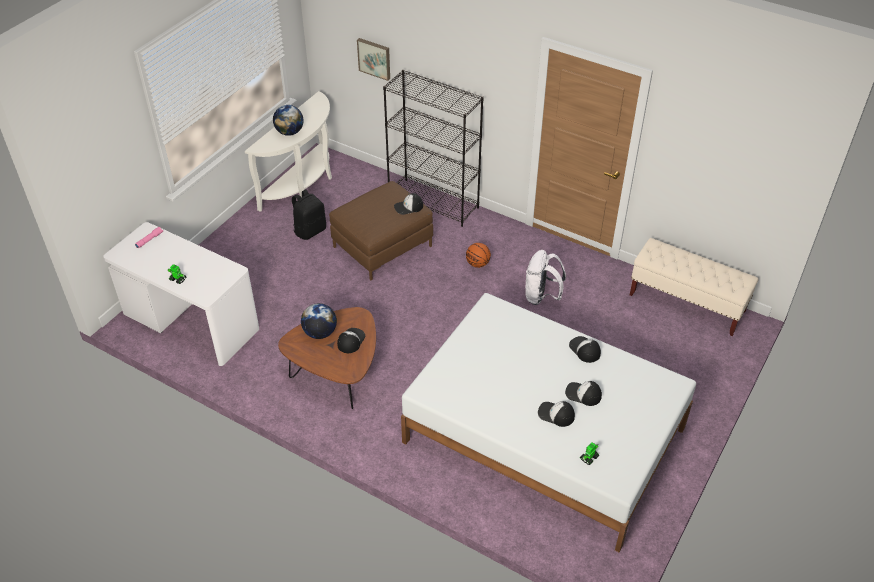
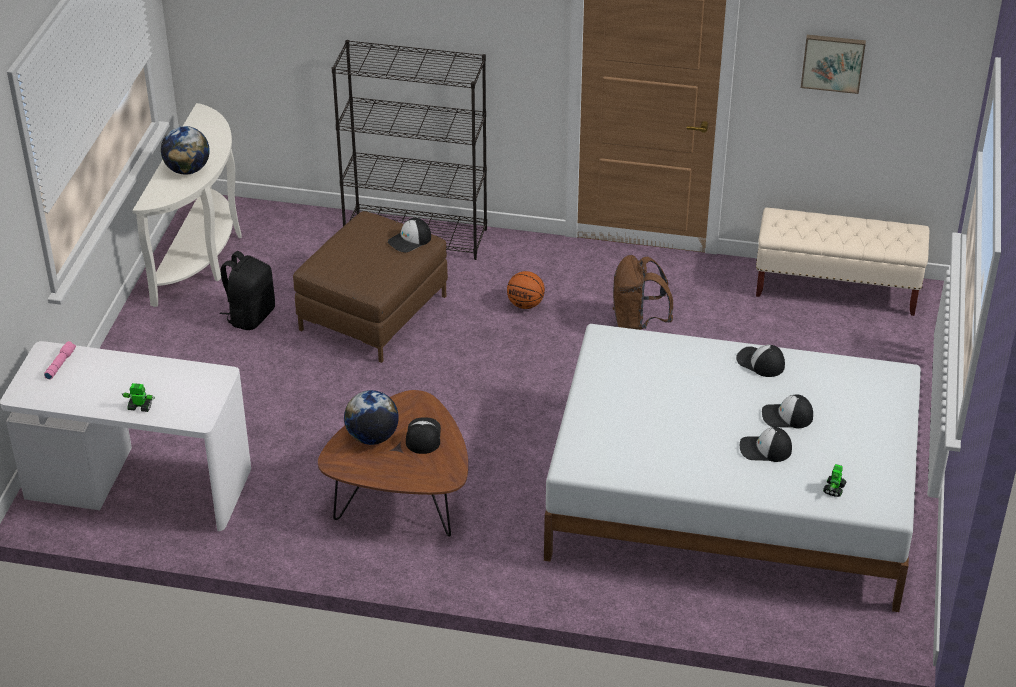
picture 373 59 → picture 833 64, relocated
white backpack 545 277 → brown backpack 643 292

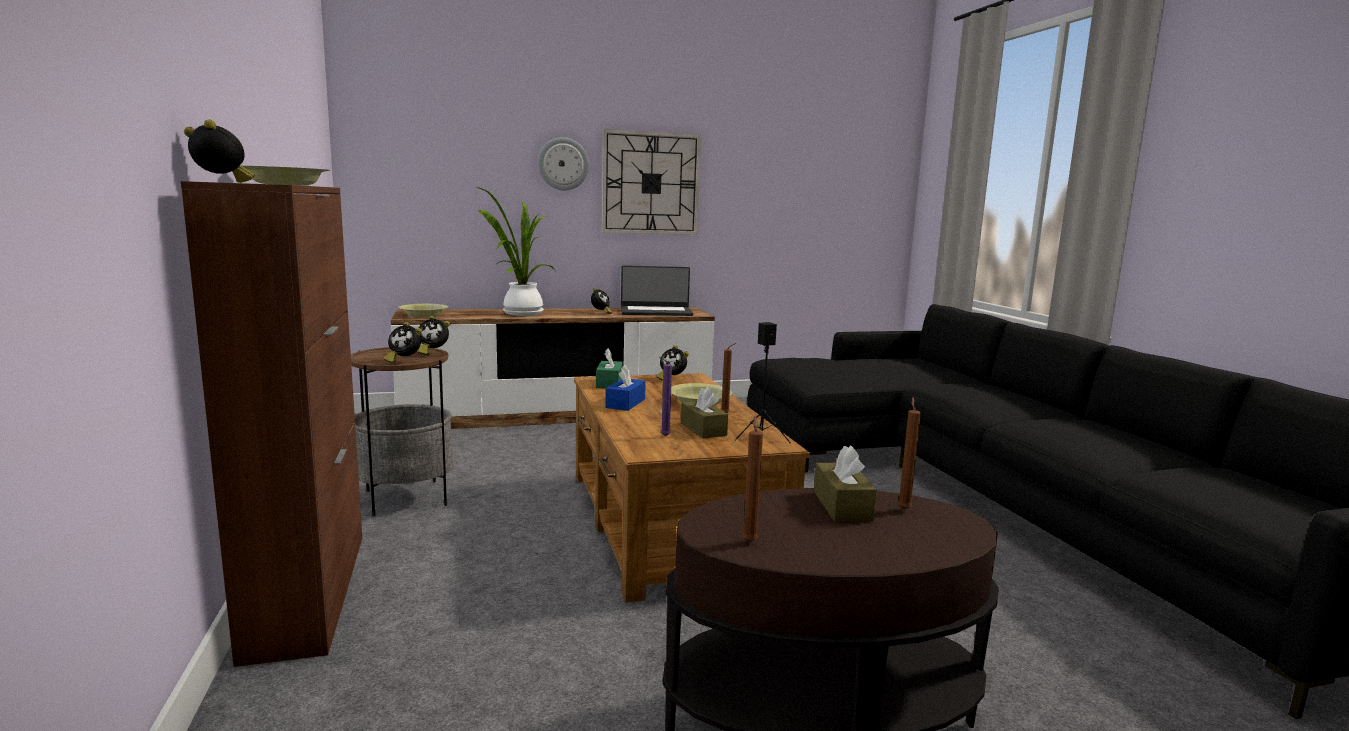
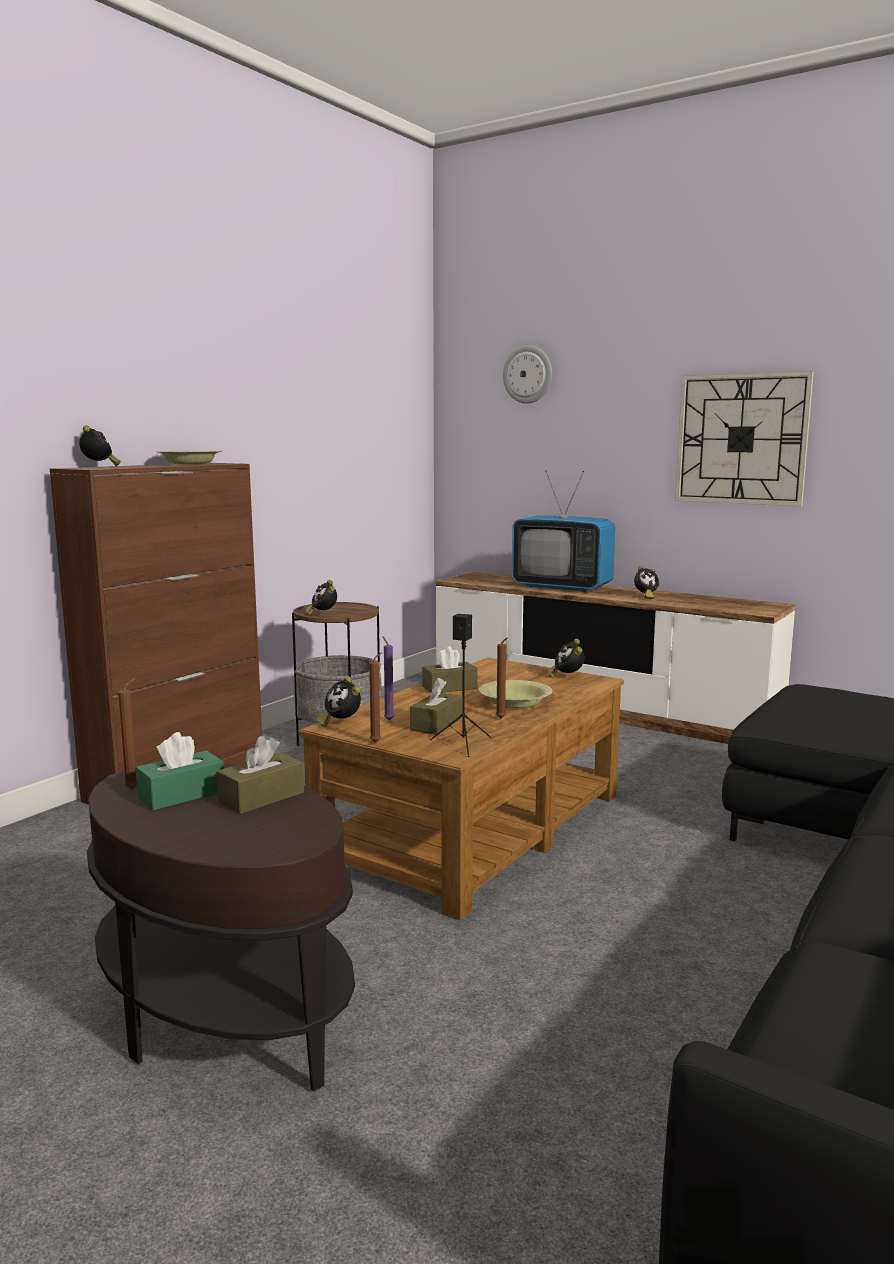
wall clock 563 163 → wall clock 527 374, relocated
potted plant 516 251 → television 563 531
laptop 657 290 → -
yellow bowl 423 310 → -
alarm clock 433 336 → alarm clock 339 701, relocated
green tissue box 609 368 → green tissue box 179 771, relocated
blue tissue box 625 388 → brown tissue box 450 669
brown candle 909 453 → brown candle 375 697, relocated

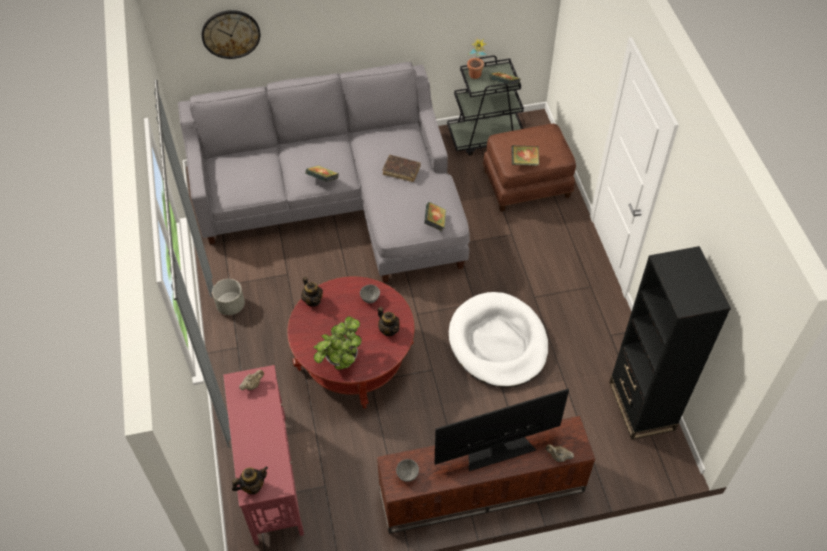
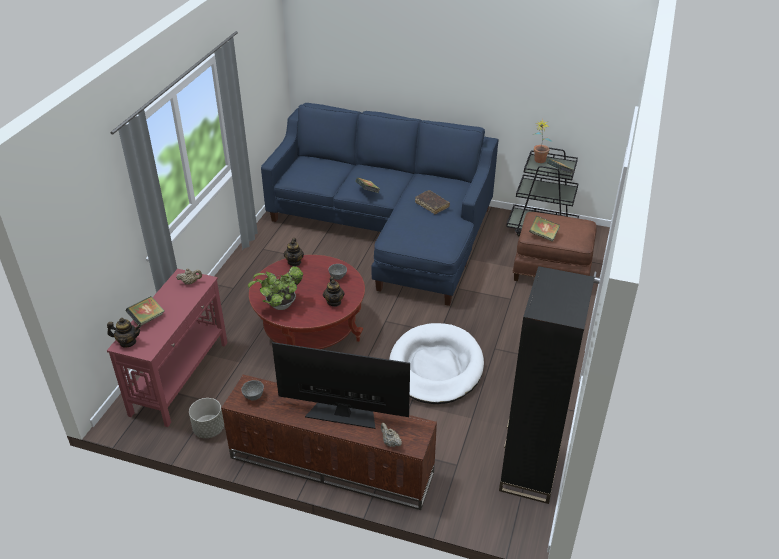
wall clock 231 34 → -
grey sofa 324 172 → blue sofa 379 204
book 435 216 → book 145 311, relocated
grey planter 228 297 → grey planter 206 418, relocated

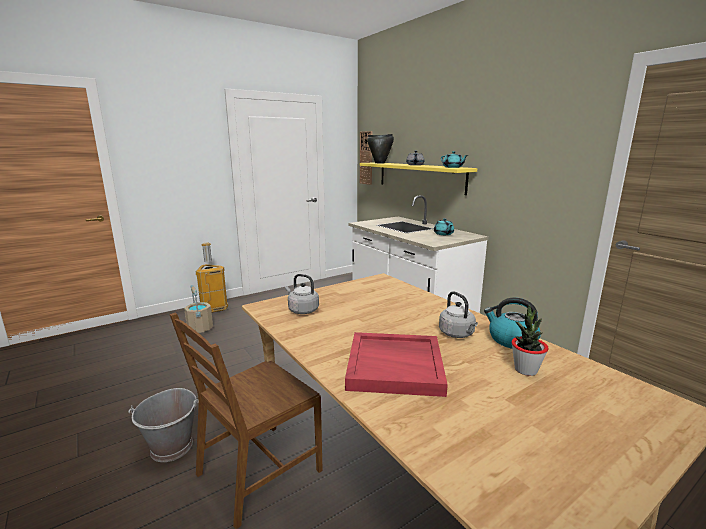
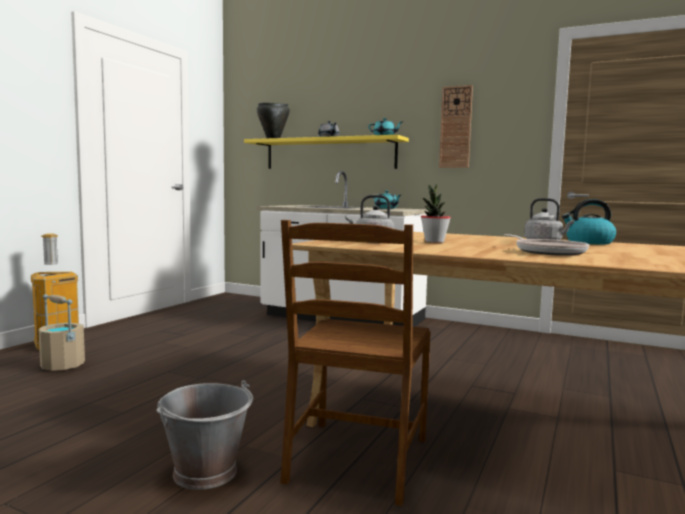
wall clock 366 158 → wall clock 456 126, relocated
potted plant 530 340 → potted plant 436 213, relocated
red tray 396 364 → frying pan 546 245

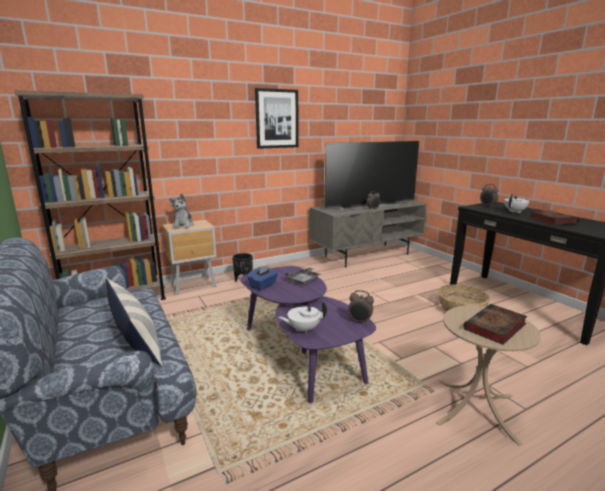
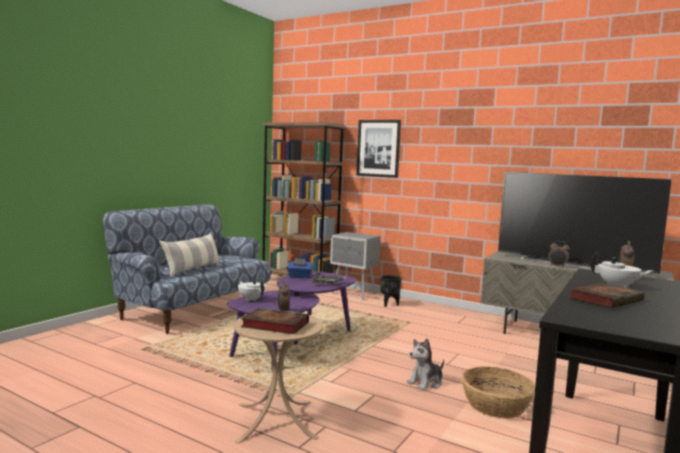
picture 276 118 → picture 378 149, relocated
plush toy 181 211 → plush toy 425 364, relocated
brown nightstand 189 257 → grey nightstand 355 266

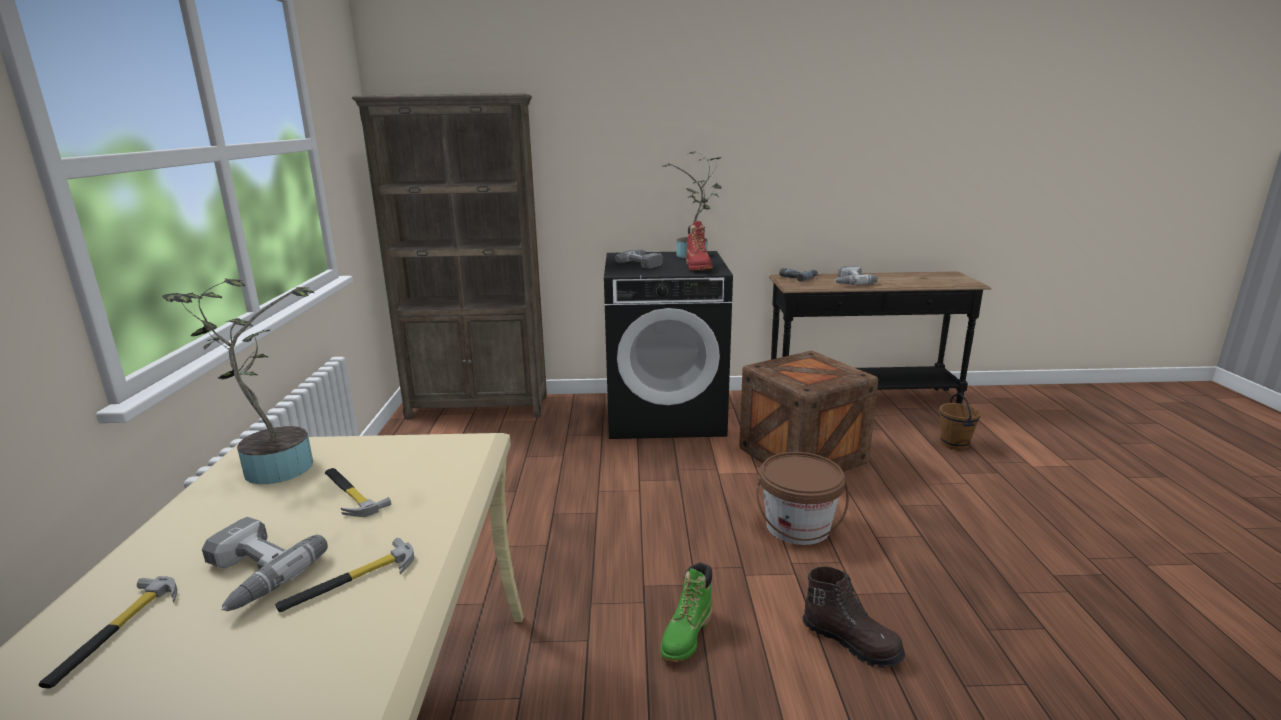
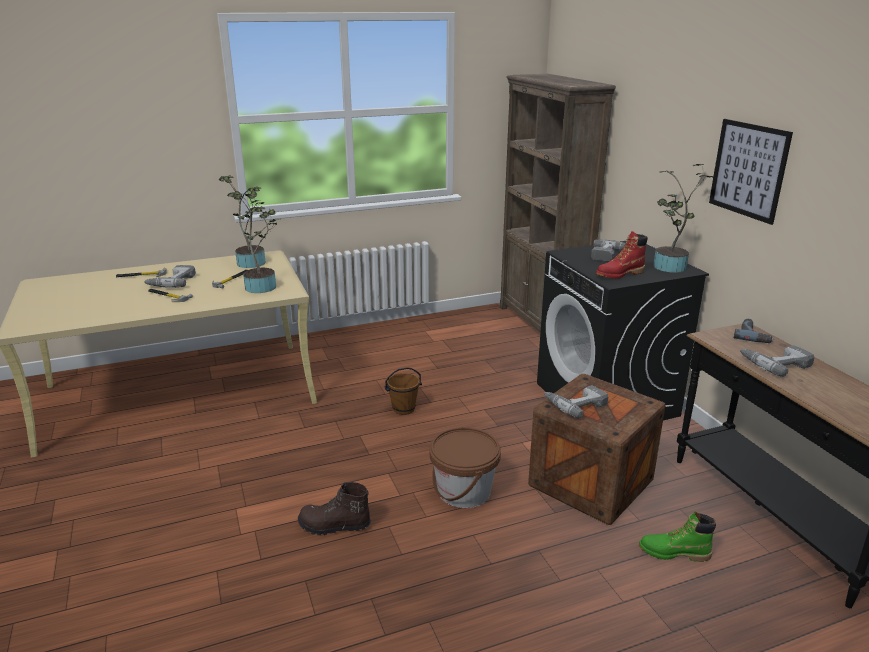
brown bucket 960 421 → brown bucket 403 391, relocated
green boot 686 612 → green boot 677 536, relocated
brown boot 854 617 → brown boot 334 508, 75 degrees clockwise
- → picture 751 172
- → potted plant 252 242
- → power drill 576 402

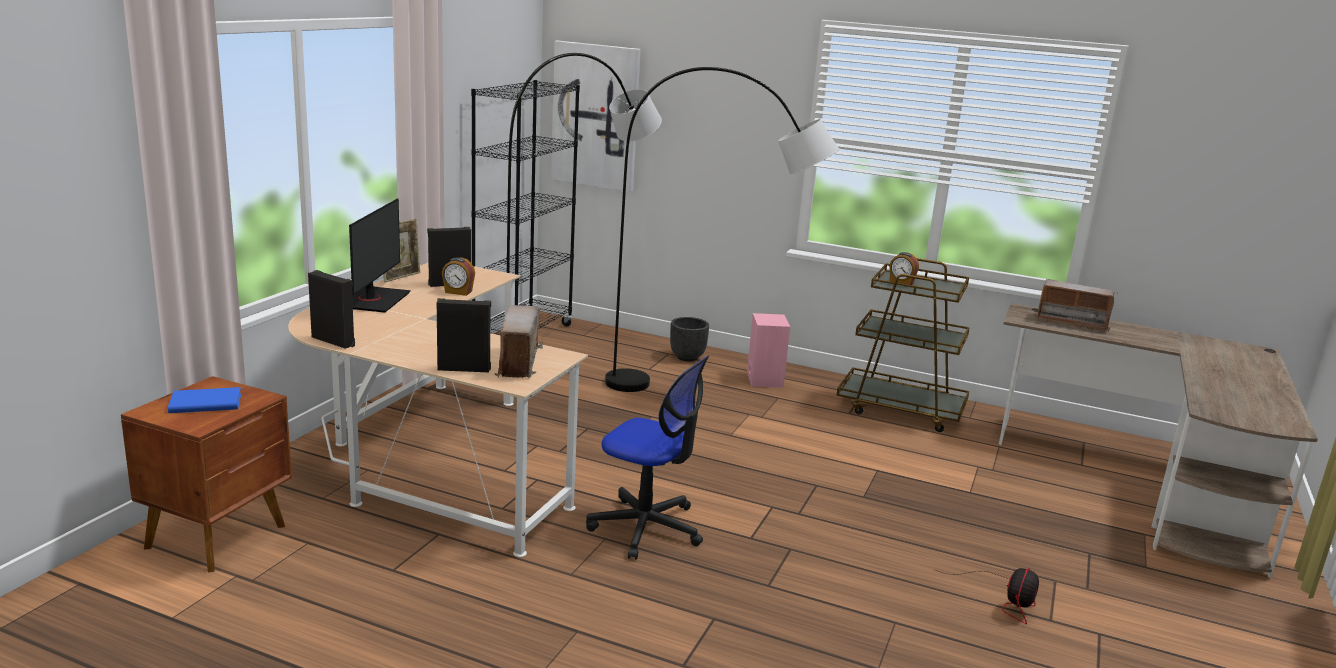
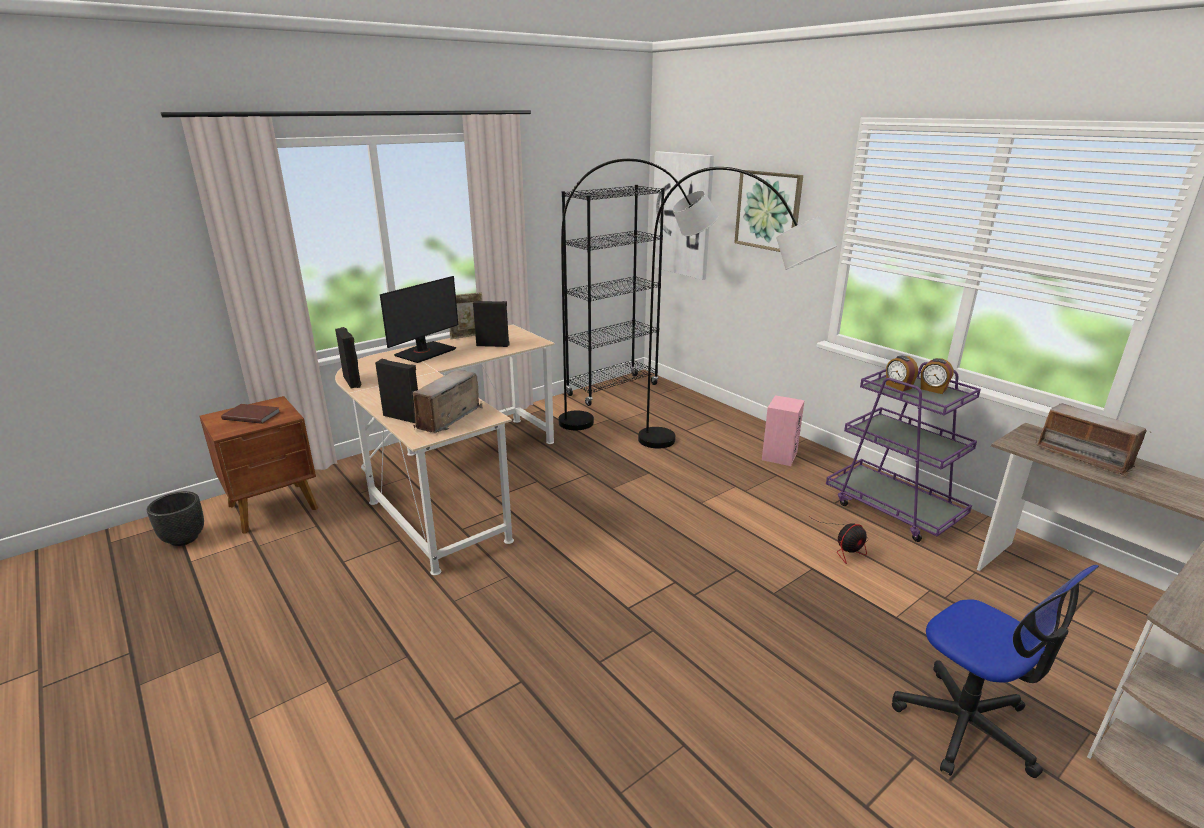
alarm clock 458 276 → alarm clock 937 376, relocated
brown cart 903 345 → purple cart 903 452
black planter 689 339 → black planter 175 518, relocated
office chair 647 457 → office chair 995 671, relocated
blue book 204 400 → brown book 250 414
fan 987 596 → fan 839 540, relocated
- → picture 768 211

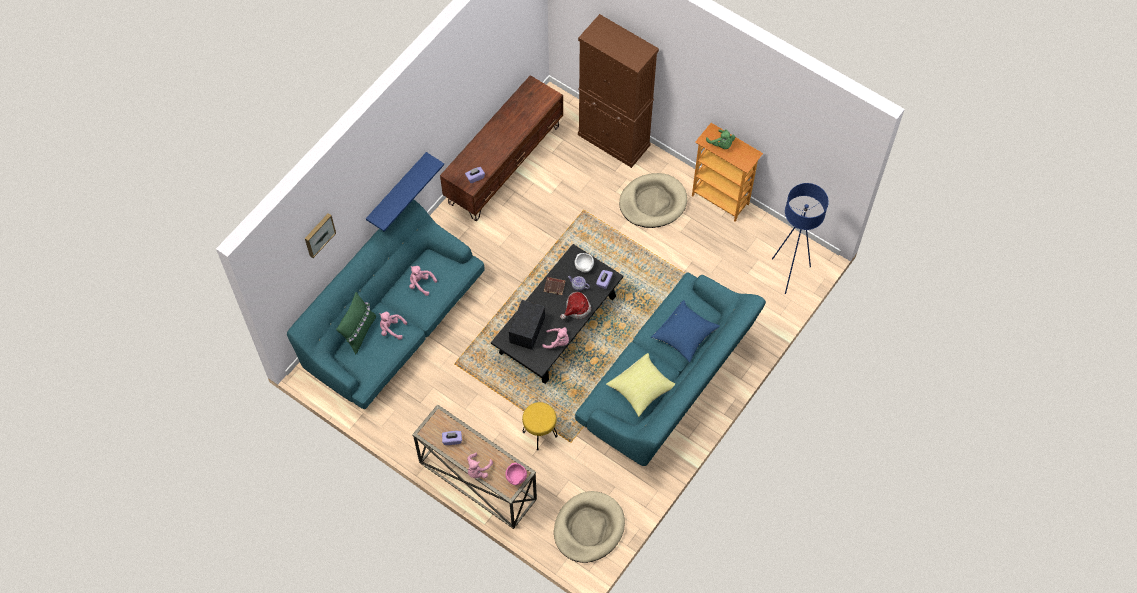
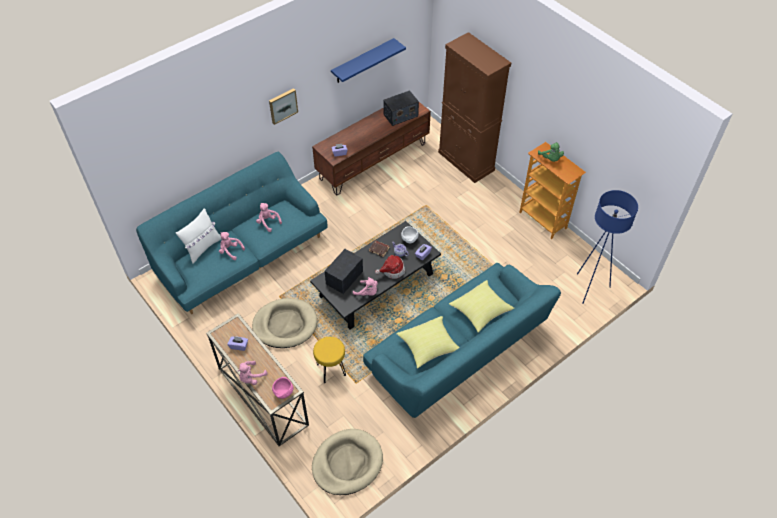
blue shelf 405 191 → blue shelf 368 60, relocated
beige dog bed 653 200 → beige dog bed 285 323, relocated
picture 320 235 → picture 283 106, relocated
green pillow 356 323 → white pillow 198 235
blue pillow 685 331 → yellow pillow 481 306
- → radio 401 108

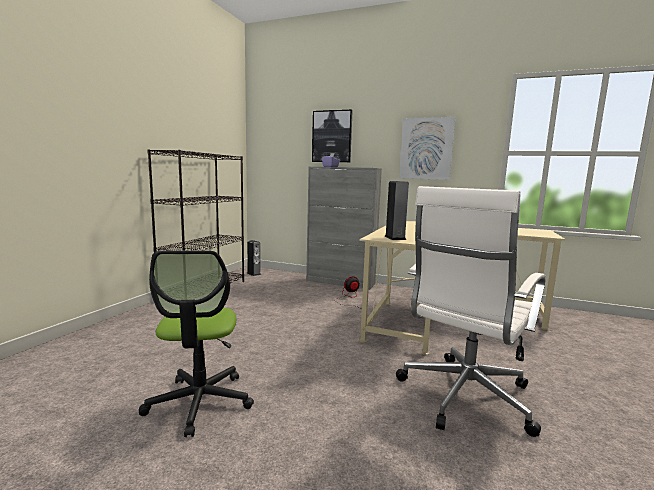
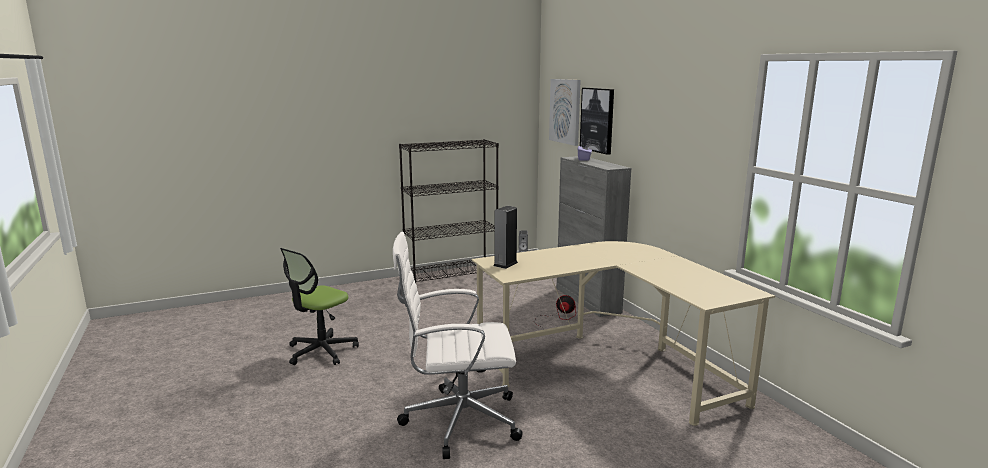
picture 427 148 → picture 565 112, relocated

